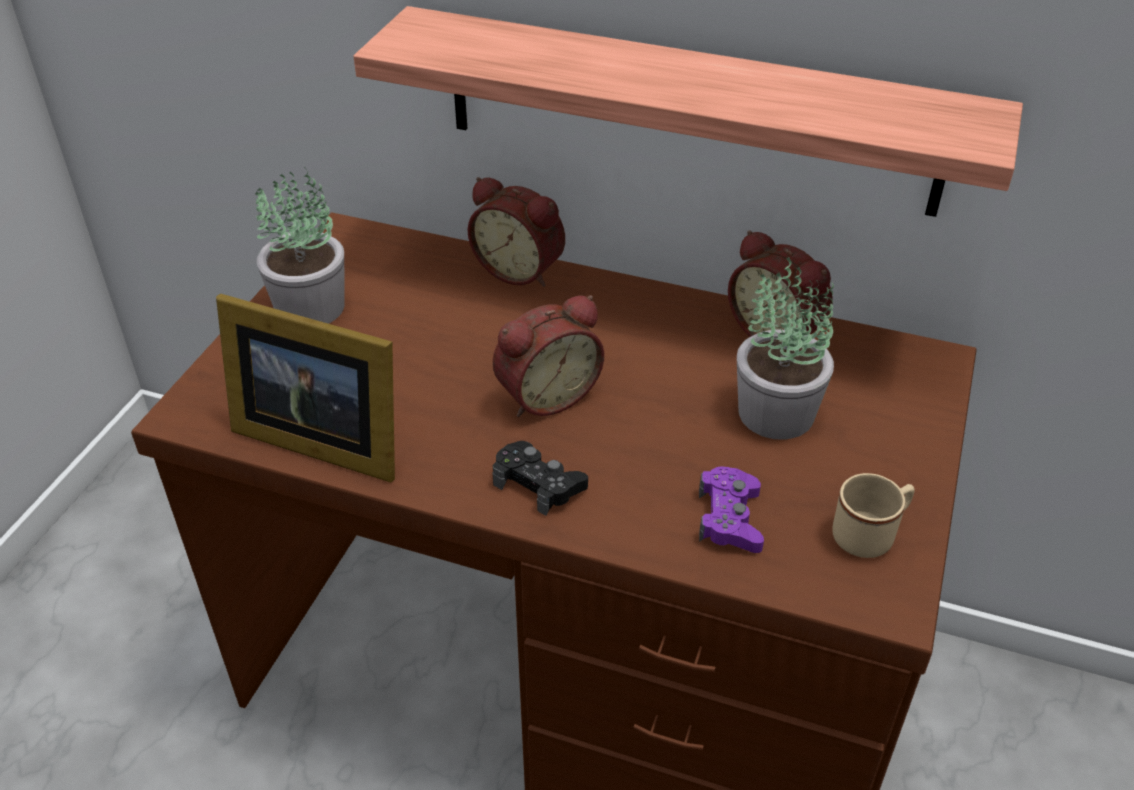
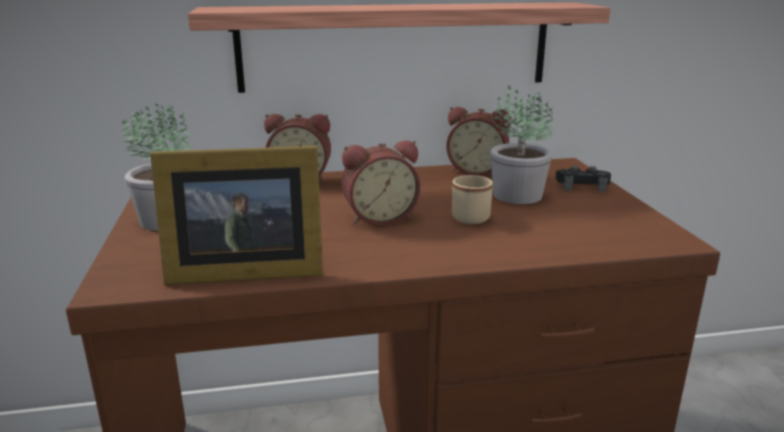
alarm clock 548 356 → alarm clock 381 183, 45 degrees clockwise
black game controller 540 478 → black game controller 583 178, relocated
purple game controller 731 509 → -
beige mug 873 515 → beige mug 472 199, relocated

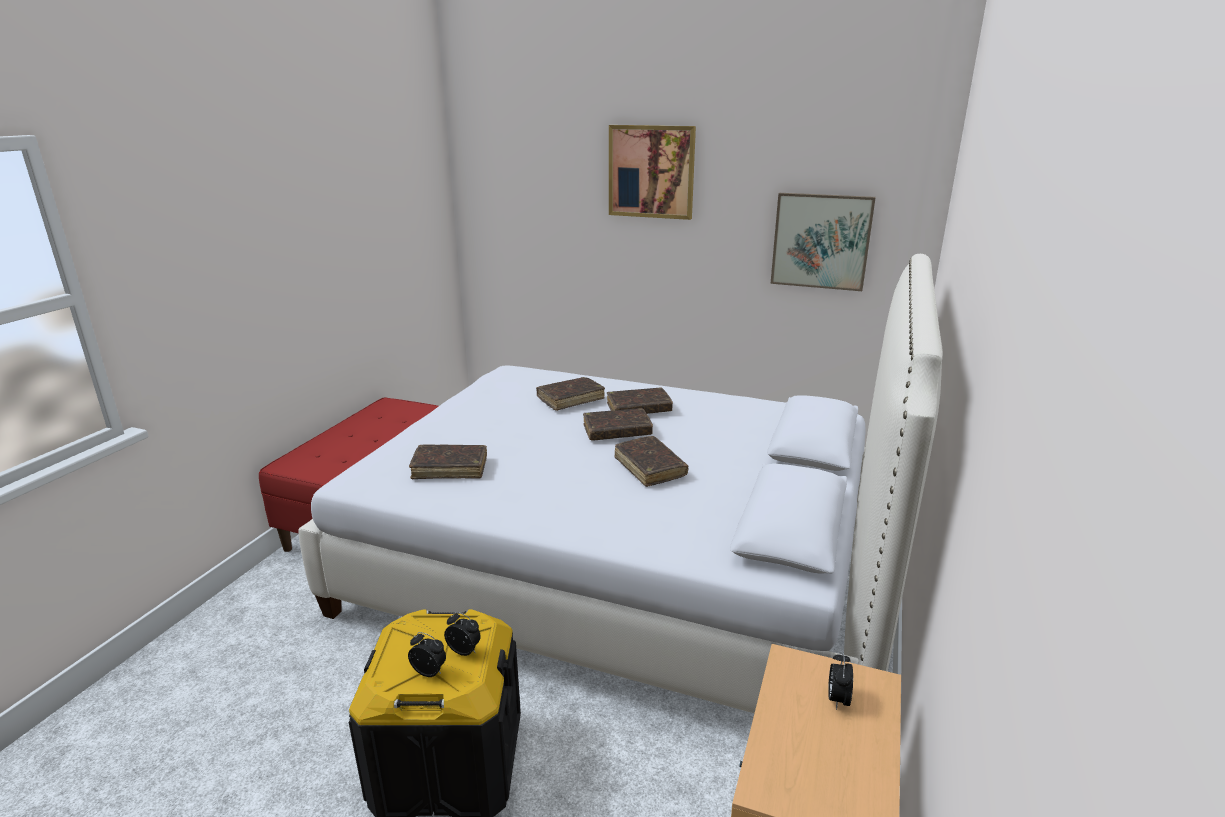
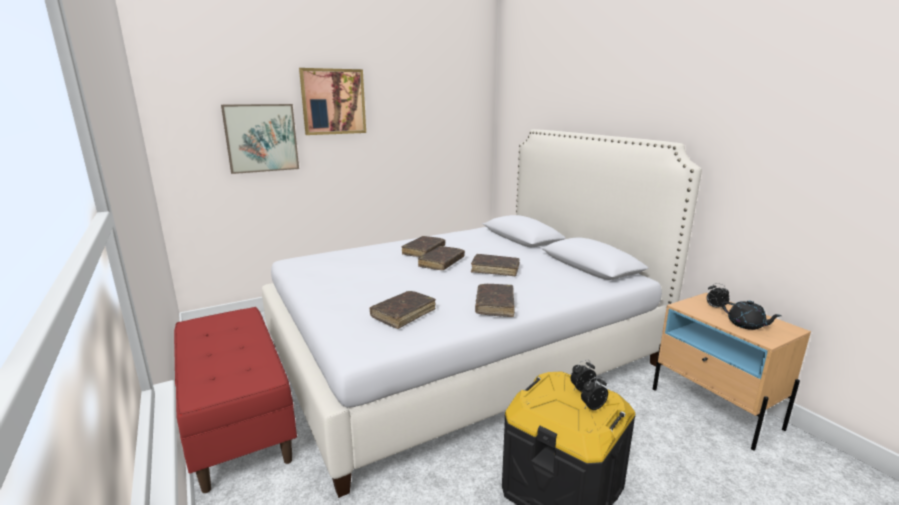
picture 823 242 → picture 260 139, relocated
brown book 570 394 → brown book 495 300, relocated
- → black teapot 752 315

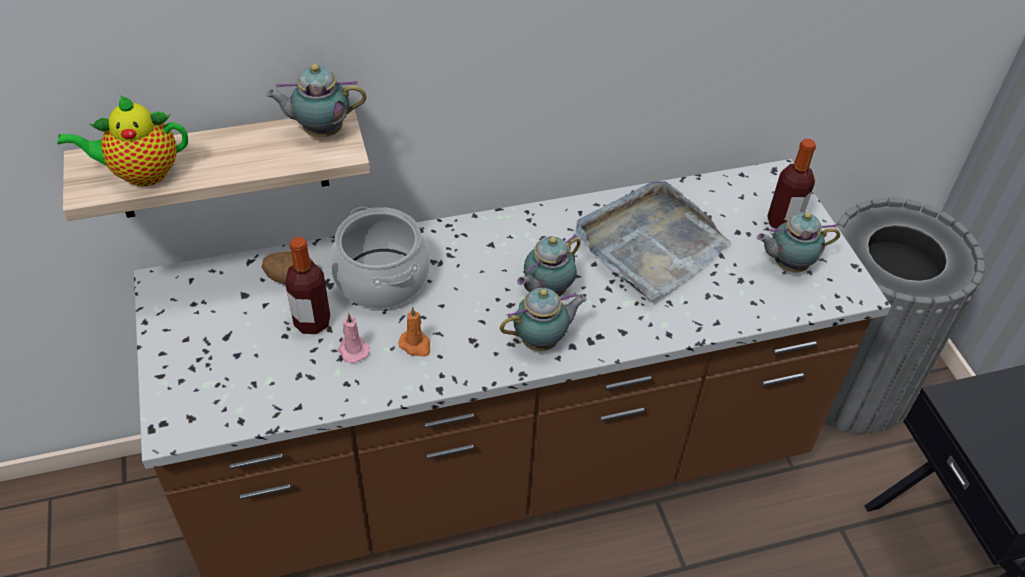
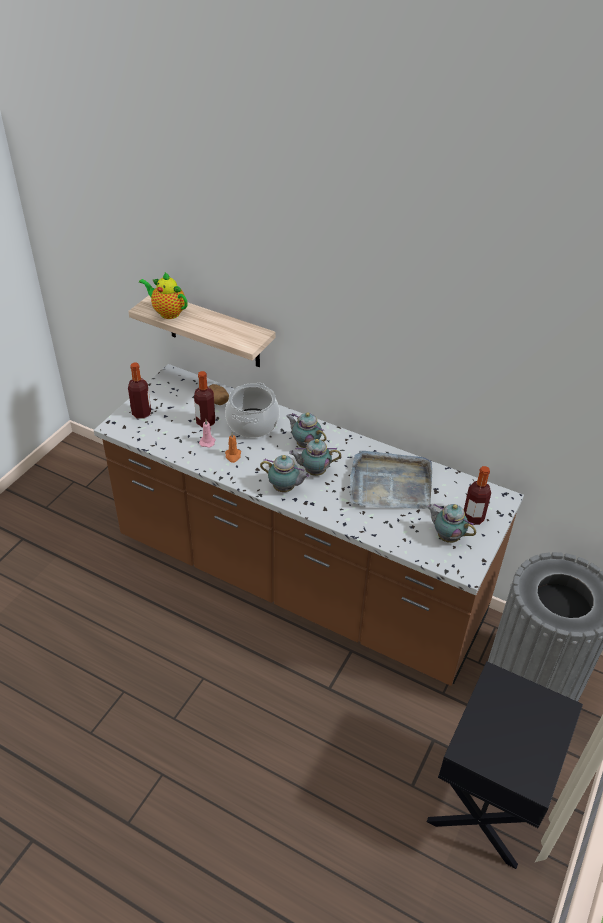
teapot 316 100 → teapot 306 430, relocated
- → bottle 139 391

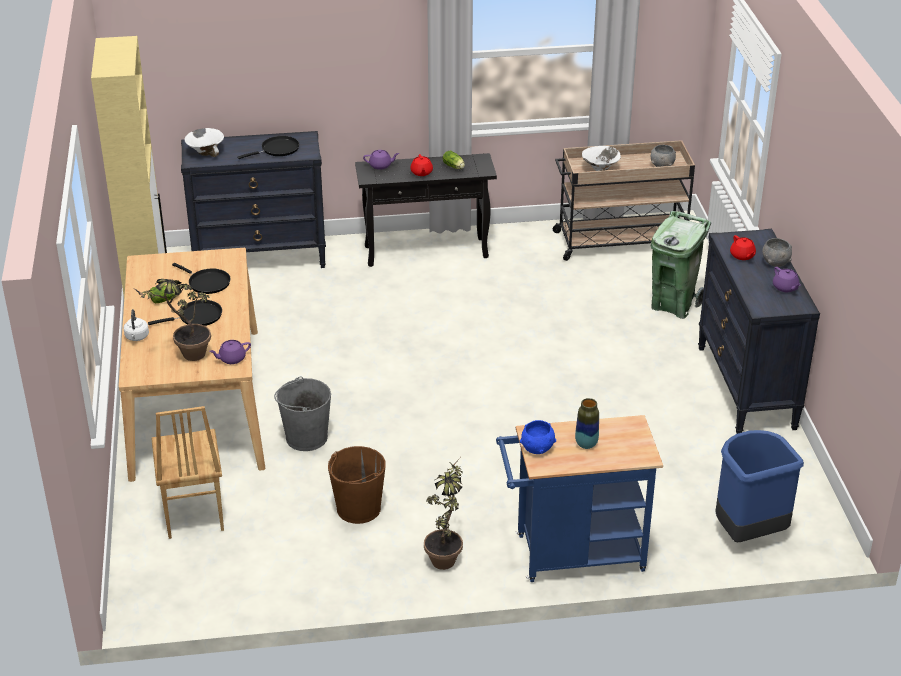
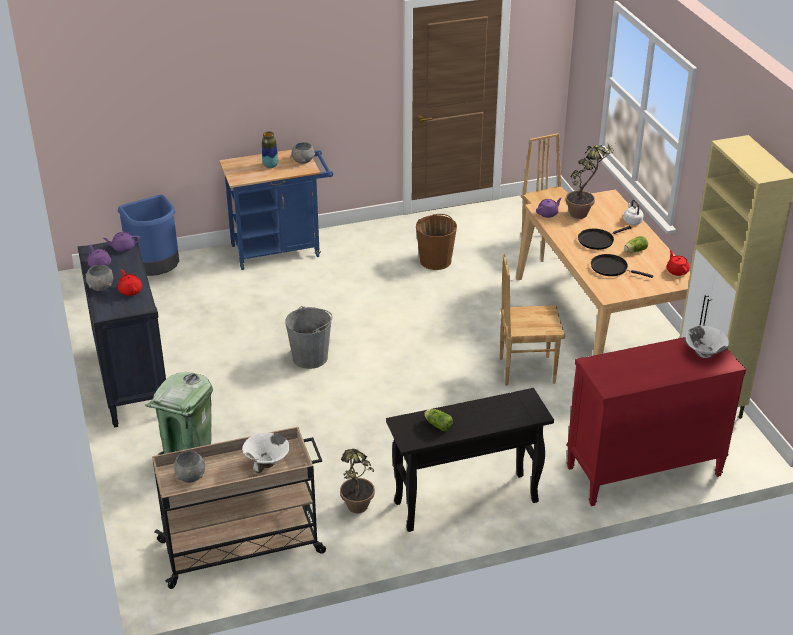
black dresser 253 199 → red dresser 656 421
black frying pan 268 147 → -
purple teapot 381 160 → purple teapot 121 242, relocated
red teapot 421 165 → red teapot 678 263, relocated
grey bucket 302 414 → grey bucket 309 337, relocated
blue bowl 538 437 → grey bowl 303 153
potted plant 443 514 → potted plant 357 481, relocated
- → brown chair 532 320

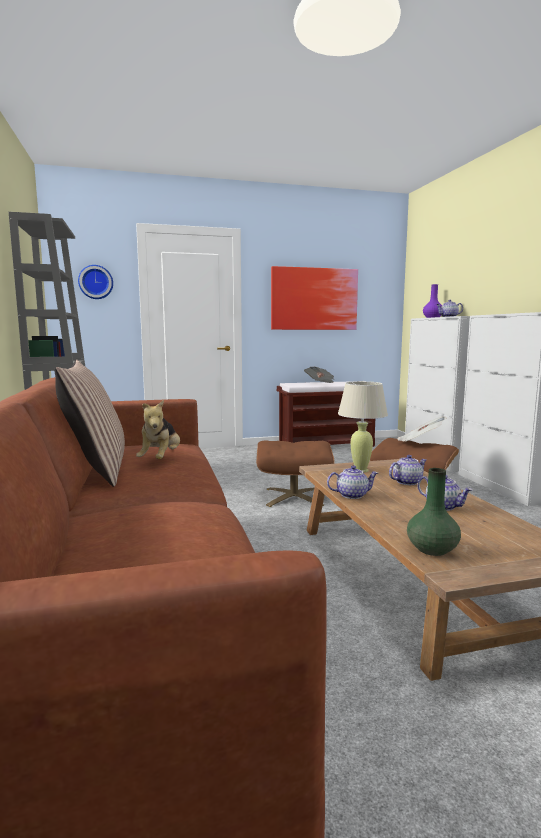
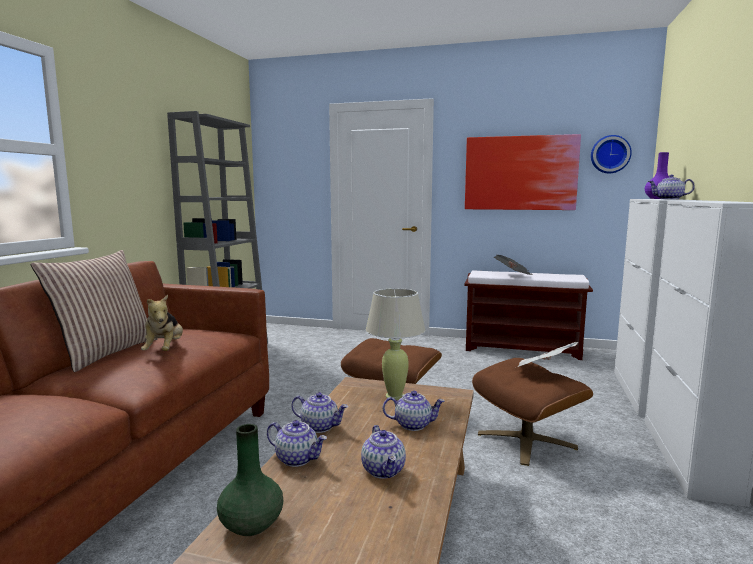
wall clock 95 282 → wall clock 611 154, relocated
plush toy 158 429 → plush toy 162 323, 45 degrees counterclockwise
- → teapot 297 443

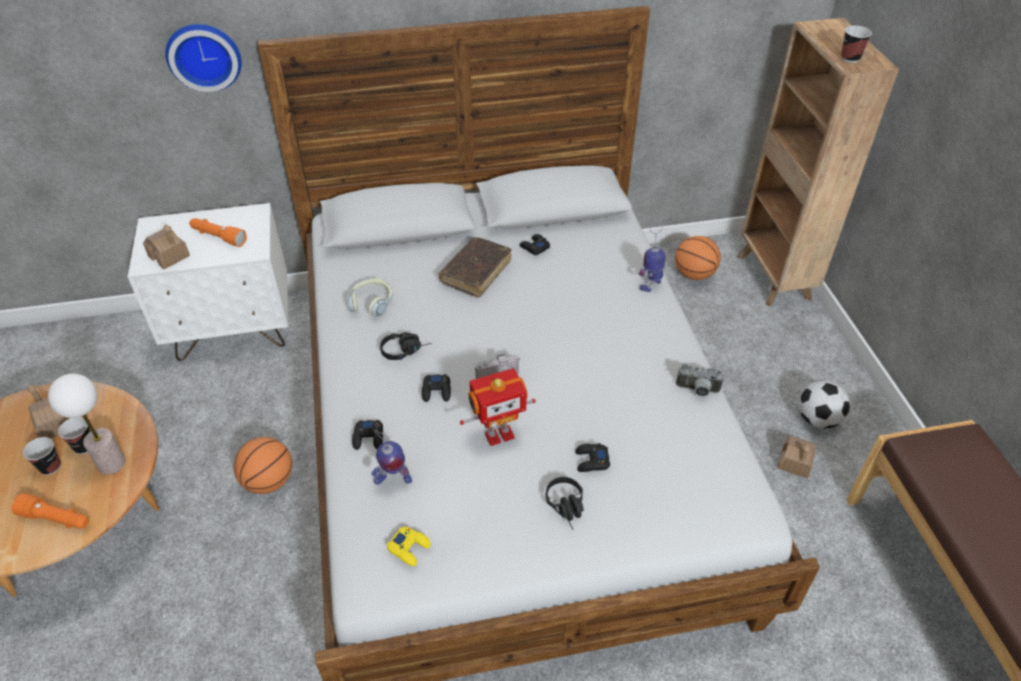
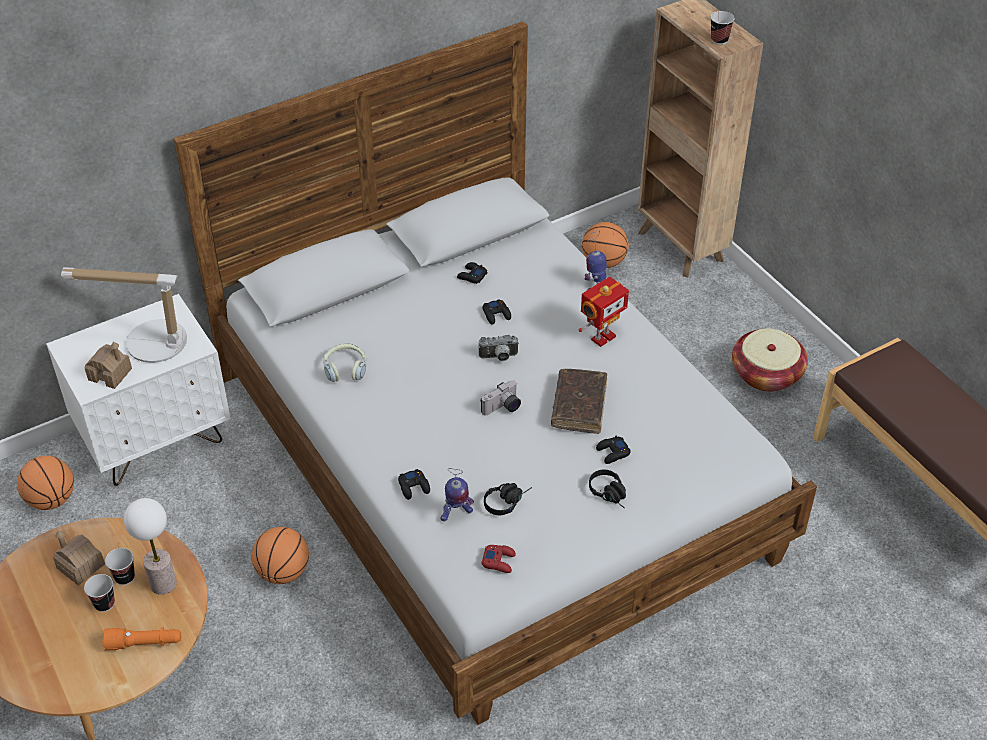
wall clock 203 58 → -
orange flashlight 218 232 → table lamp 124 315
brown book 475 267 → brown book 579 401, relocated
black headphones 406 346 → black headphones 508 499, relocated
photo camera 700 380 → photo camera 499 348, relocated
toy robot 498 407 → toy robot 604 312, relocated
black game controller 436 388 → black game controller 496 312, relocated
football 824 404 → basket 770 360
toy house 797 457 → -
yellow game controller 409 546 → red game controller 498 559
- → basketball 45 483

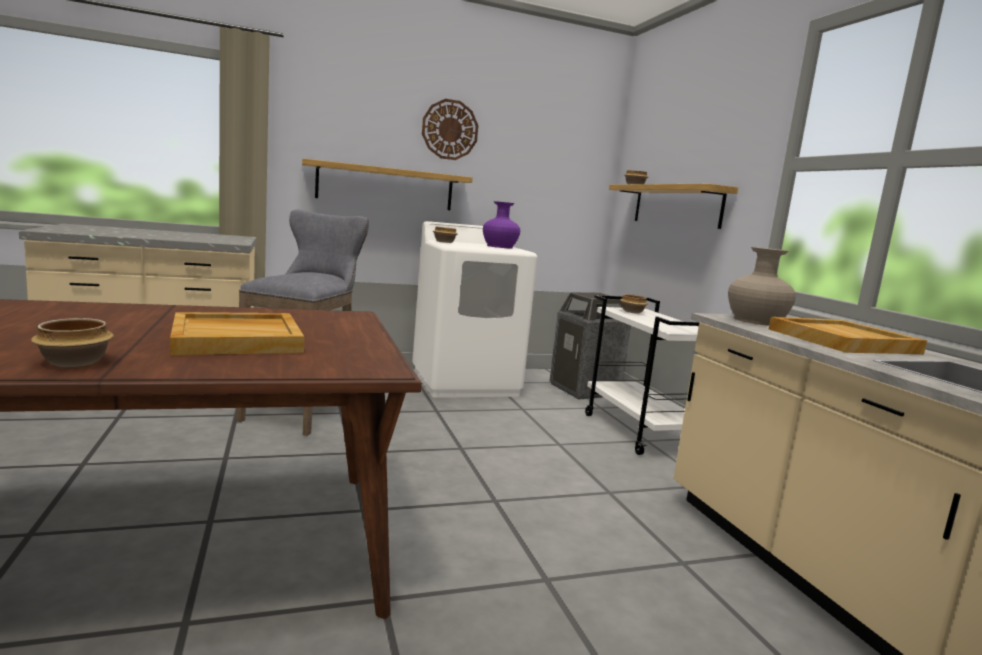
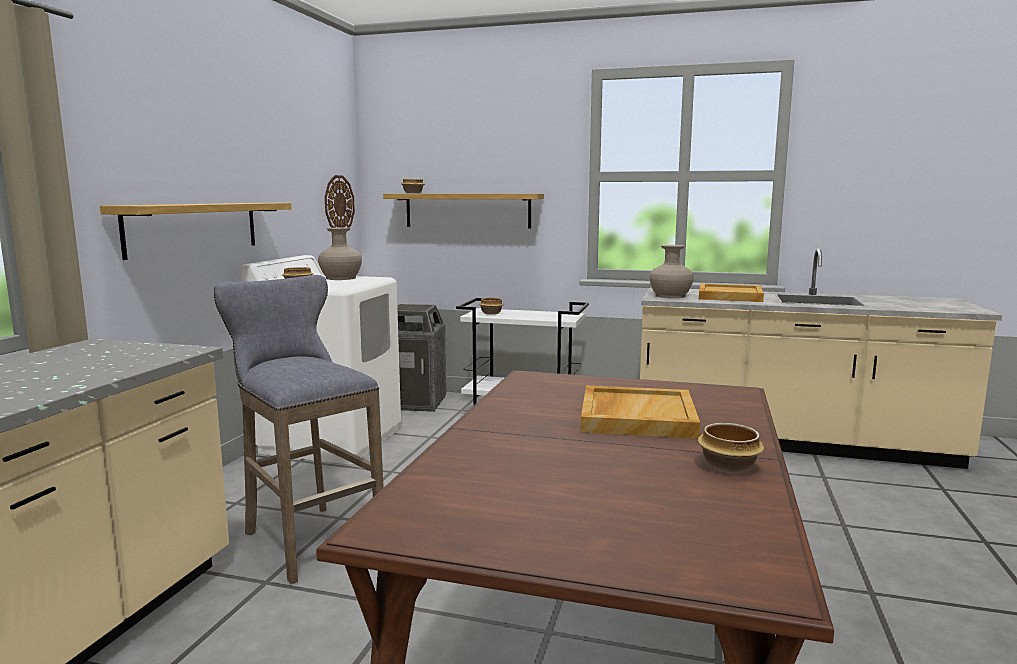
wall clock 450 129 → wall clock 340 201, relocated
purple vase 501 224 → beige vase 340 254

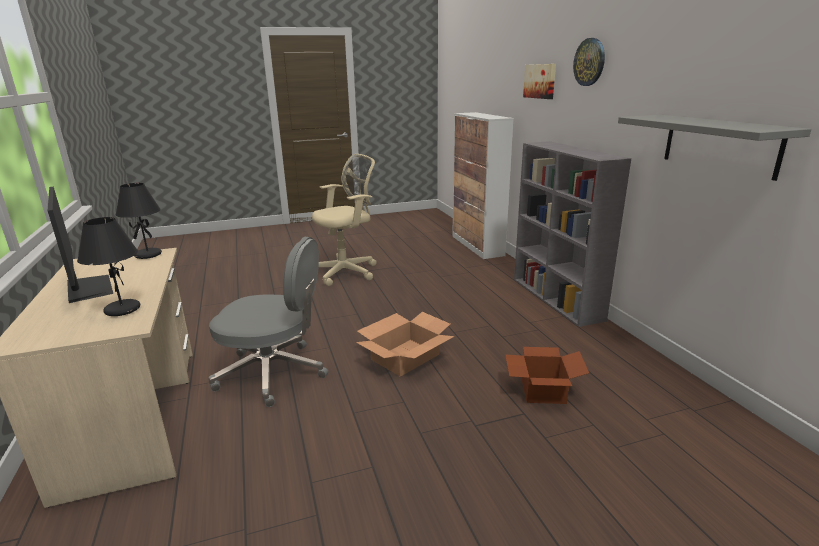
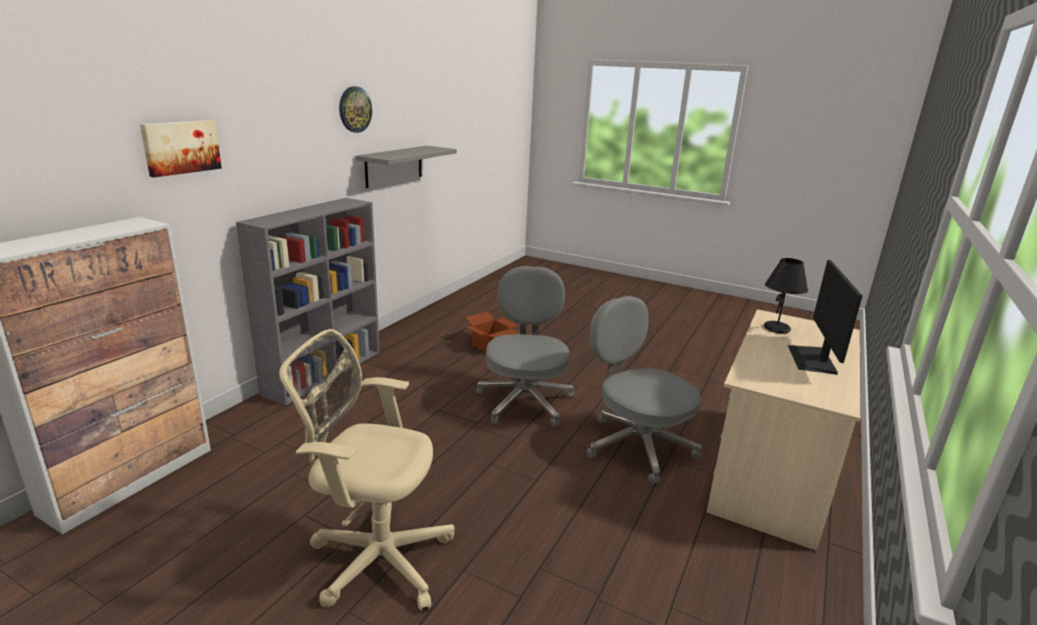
wall clock 589 62 → wall clock 355 109, relocated
black table lamp 138 221 → -
cardboard box 405 344 → grey office chair 525 346

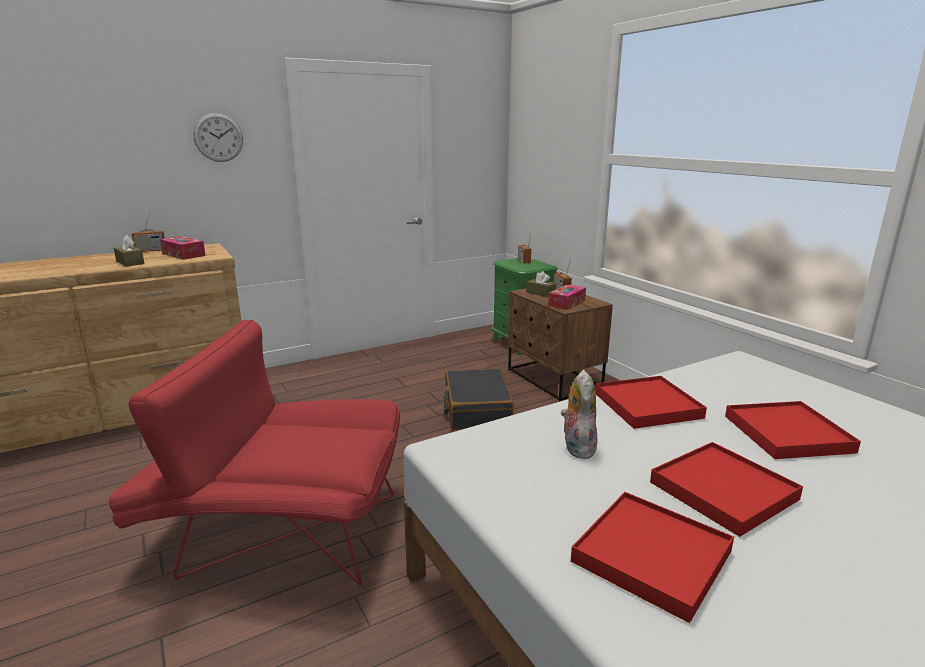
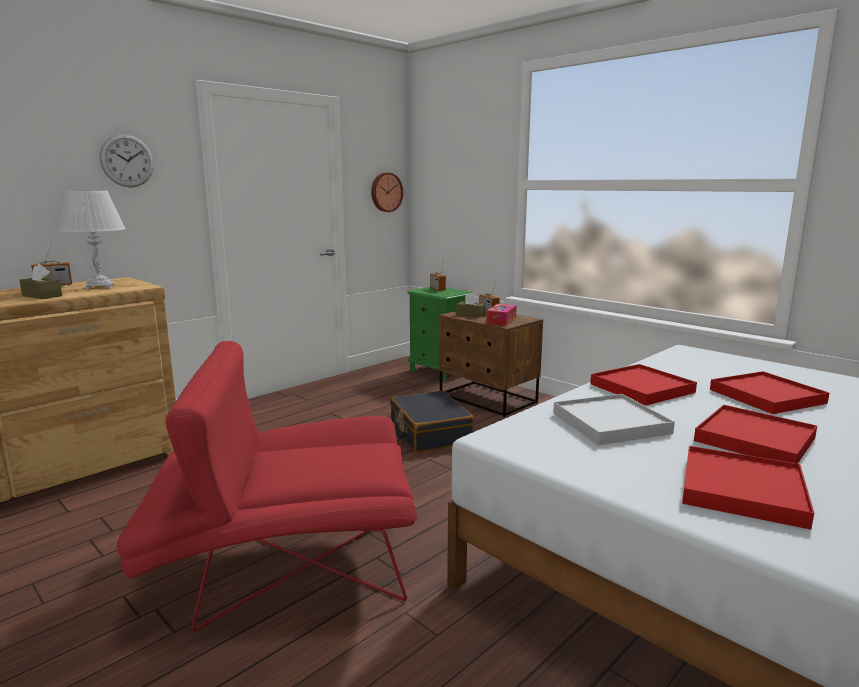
tissue box 183 248 → white table lamp 91 240
plush toy 579 414 → white tray 614 419
- → wall clock 387 192

